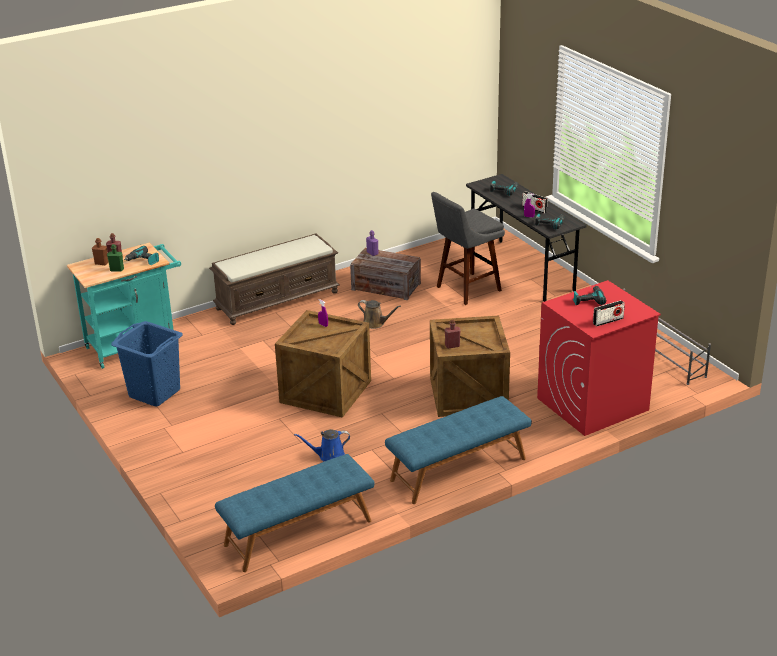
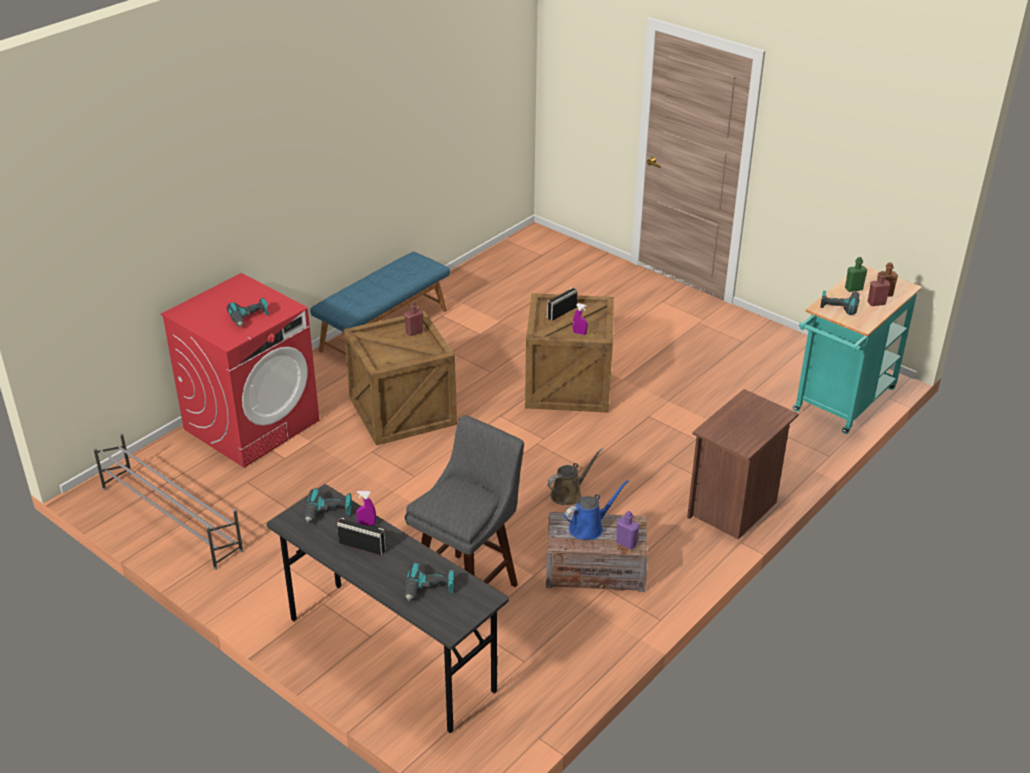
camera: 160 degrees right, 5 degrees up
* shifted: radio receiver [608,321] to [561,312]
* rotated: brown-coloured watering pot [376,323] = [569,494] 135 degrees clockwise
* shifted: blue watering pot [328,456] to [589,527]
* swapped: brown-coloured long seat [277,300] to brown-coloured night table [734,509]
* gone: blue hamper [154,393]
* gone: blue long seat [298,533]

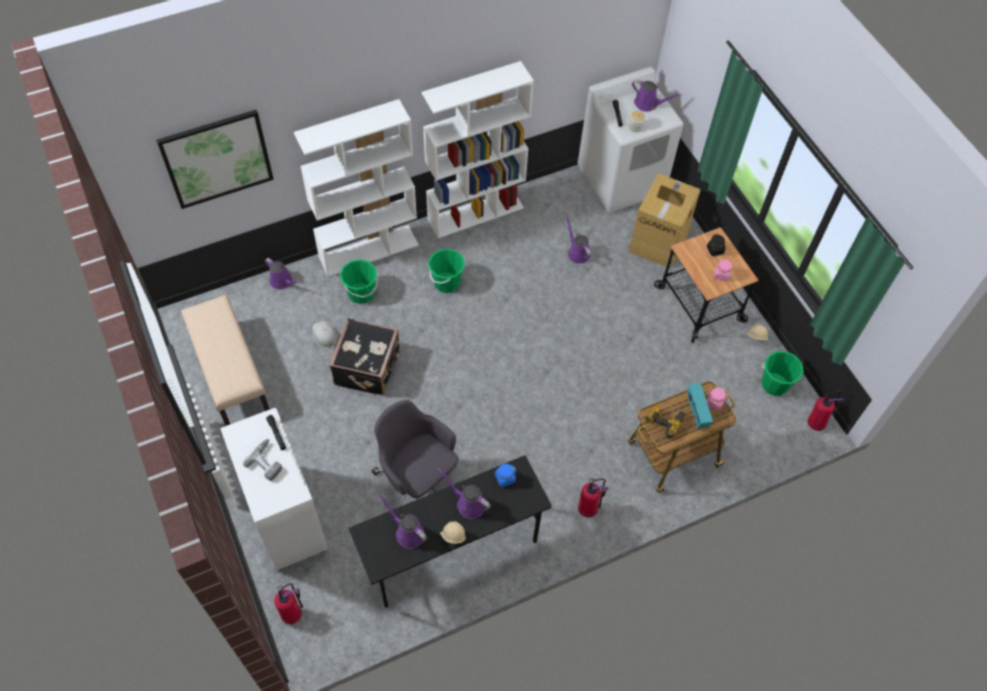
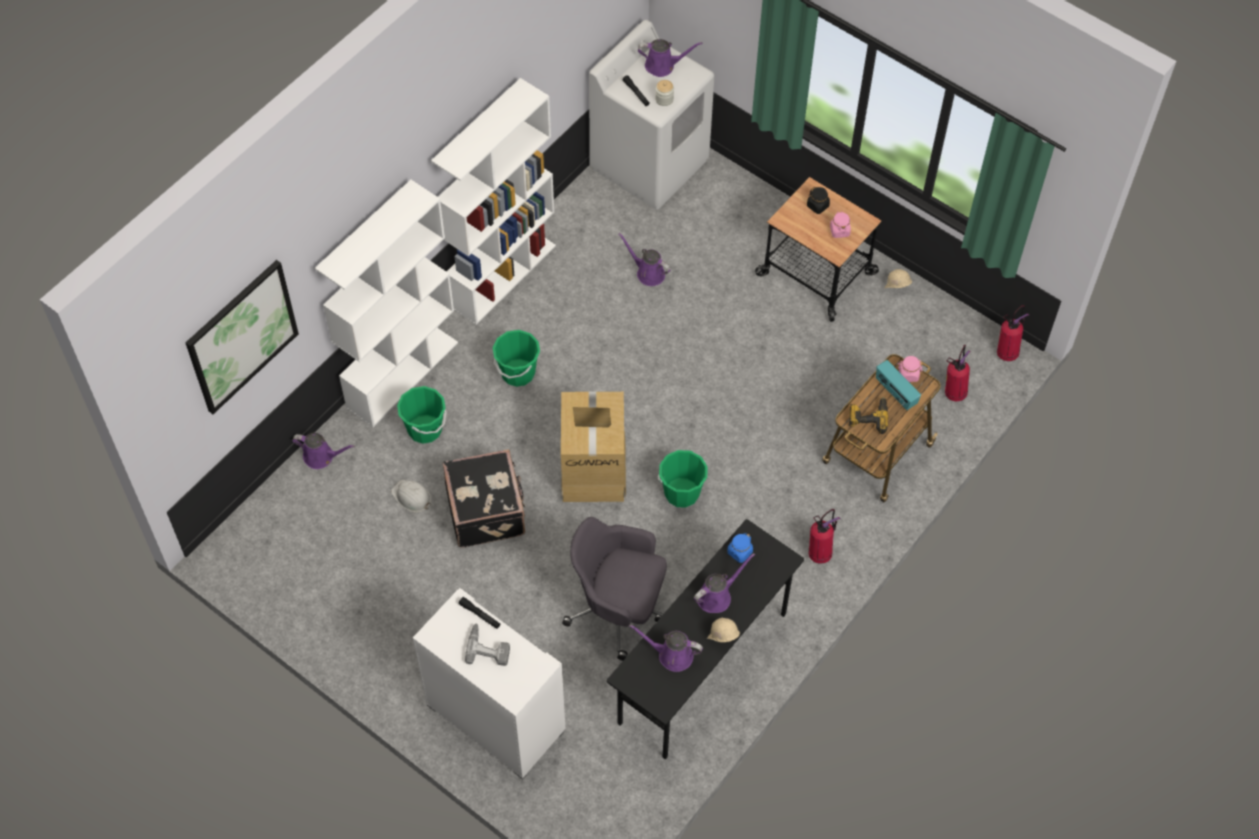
camera: 25 degrees left, 0 degrees up
* shifted: packing box [659,240] to [594,468]
* shifted: green-coloured pail [774,384] to [682,492]
* rotated: purplish watering pot [468,503] = [717,596] 135 degrees clockwise
* shifted: fire extinguisher [292,613] to [954,392]
* gone: sand-coloured long seat [230,373]

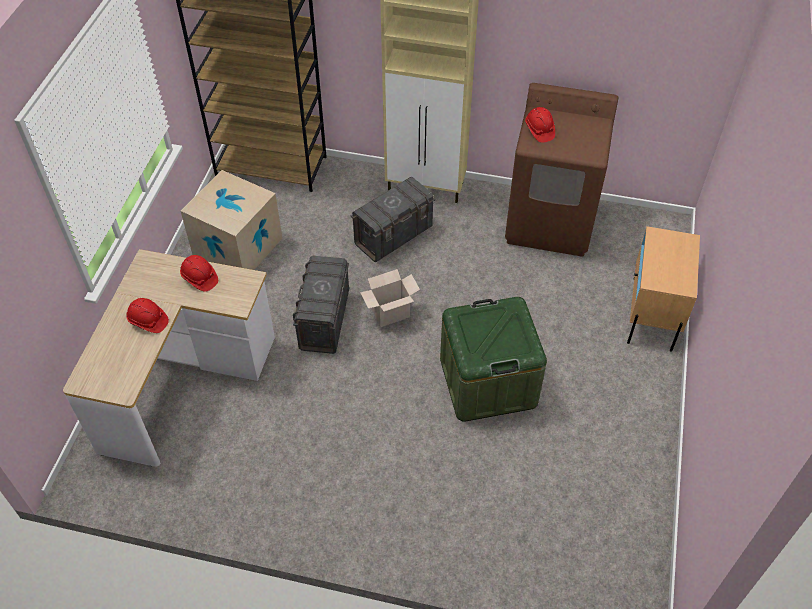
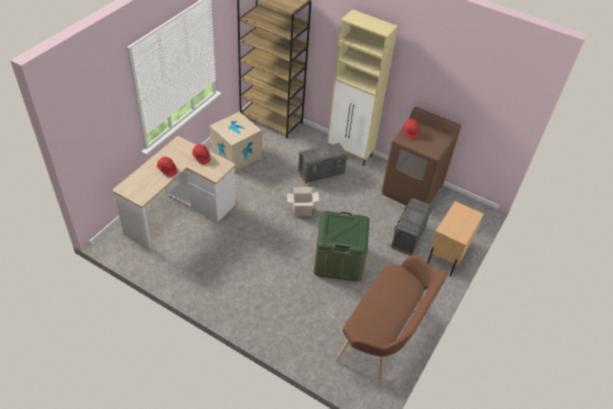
camera: 15 degrees right, 5 degrees down
* new: brown-coloured long seat [385,335]
* shifted: gray storage box [324,320] to [408,236]

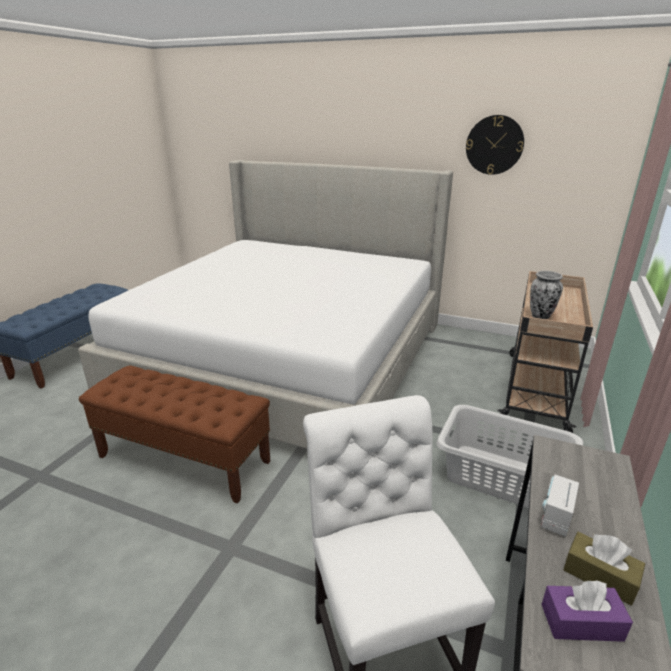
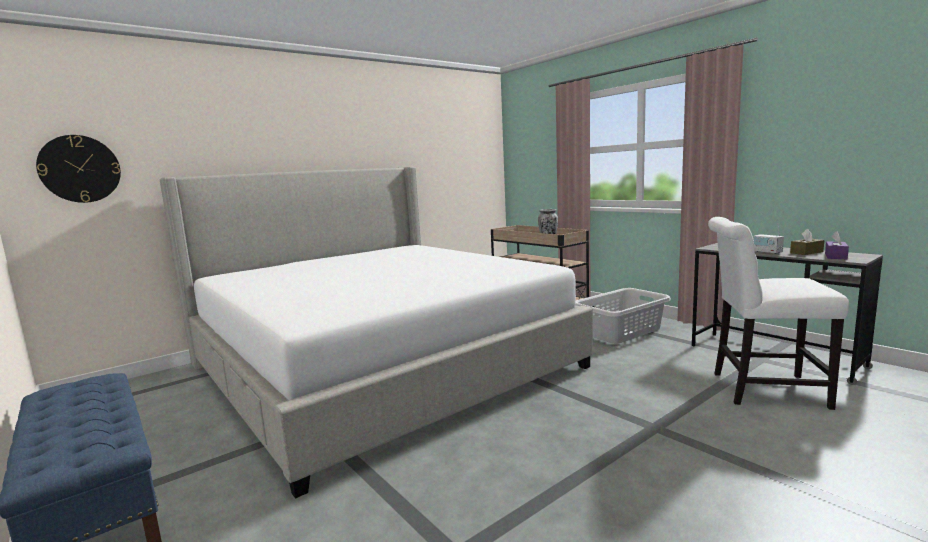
camera: 60 degrees left, 15 degrees down
* shifted: wall clock [494,145] to [80,169]
* gone: brown-coloured long seat [185,459]

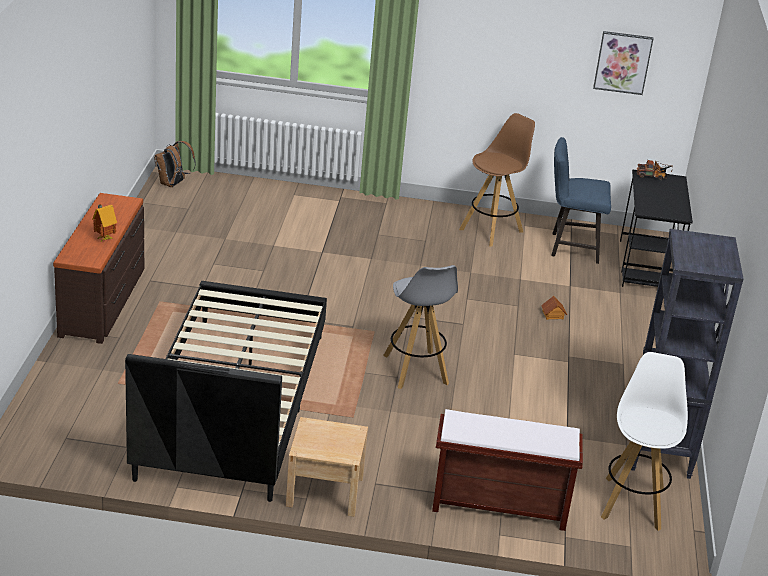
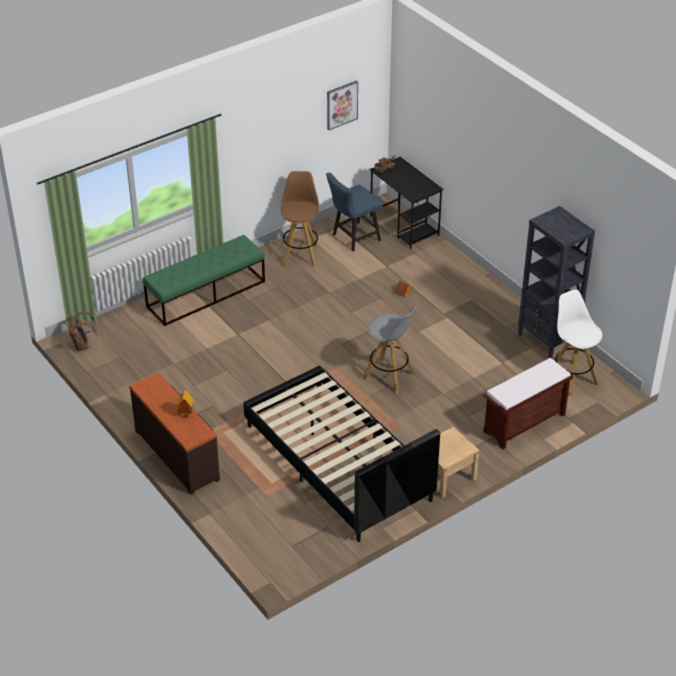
camera: 40 degrees left, 10 degrees up
* new: green-coloured long seat [206,294]

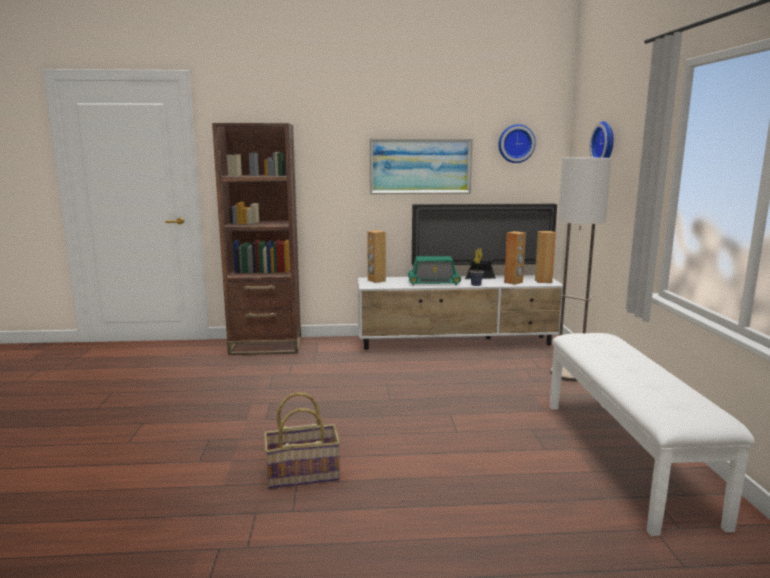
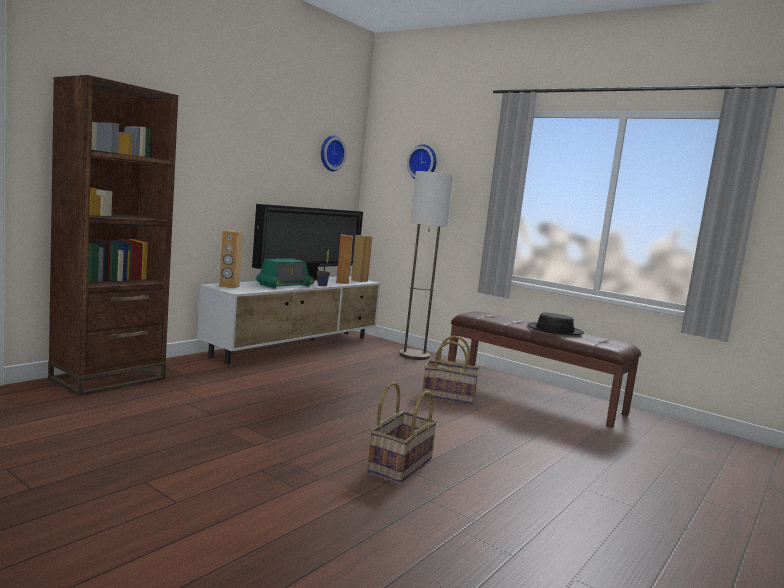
camera: 50 degrees left, 5 degrees down
* new: basket [449,396]
* repainted: whitish long seat [626,458] to brown-coloured long seat [533,395]
* new: black wearable hat [554,330]
* gone: picture [420,166]

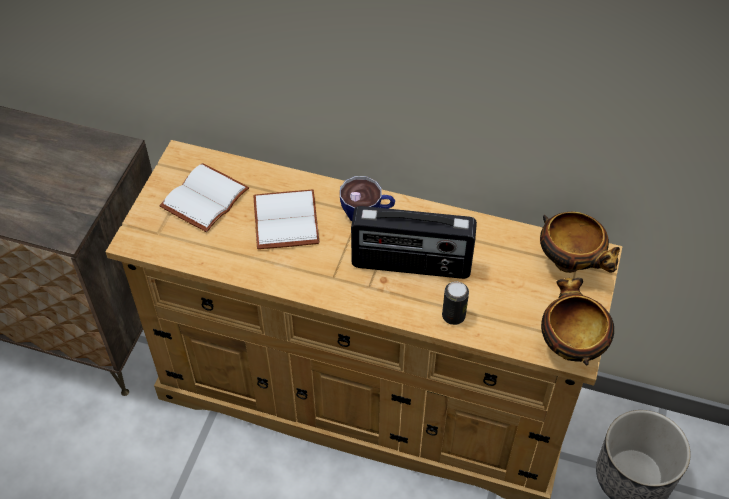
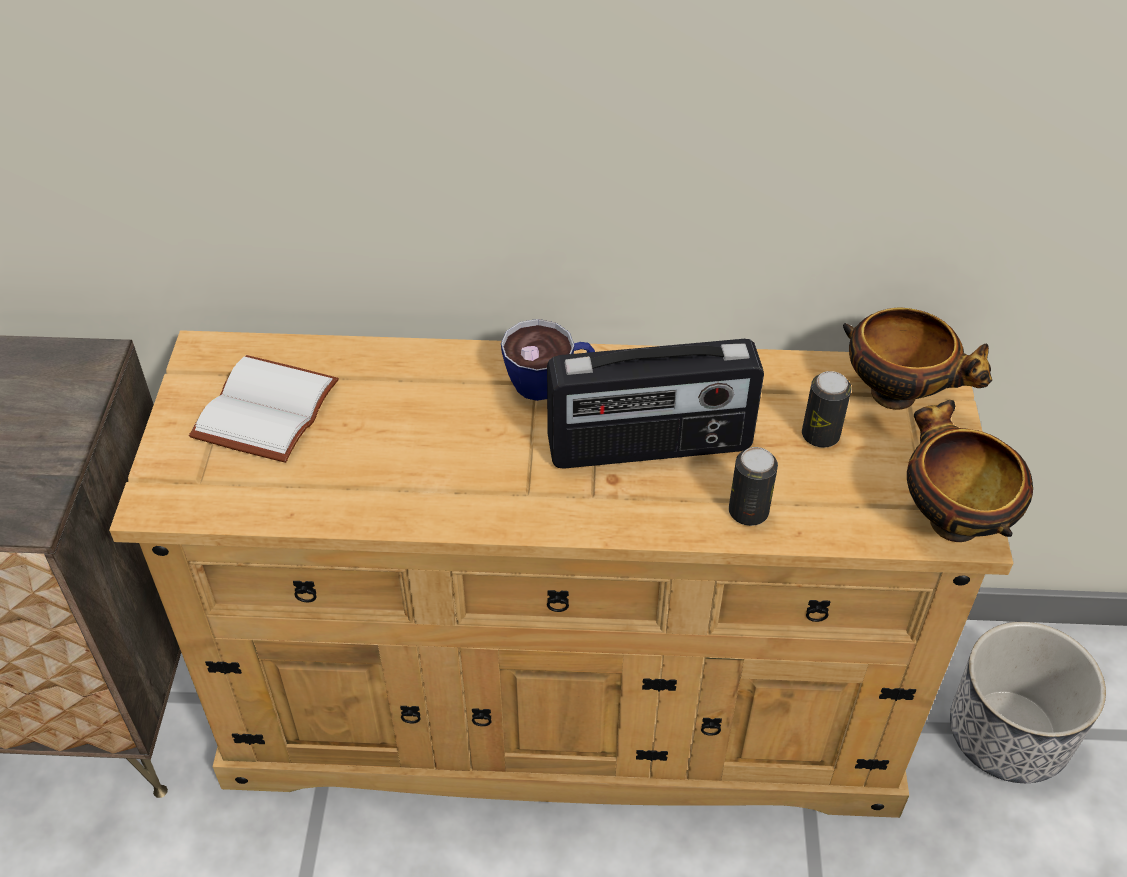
camera: 15 degrees left, 5 degrees down
* new: can [820,435]
* gone: whitish book [283,220]

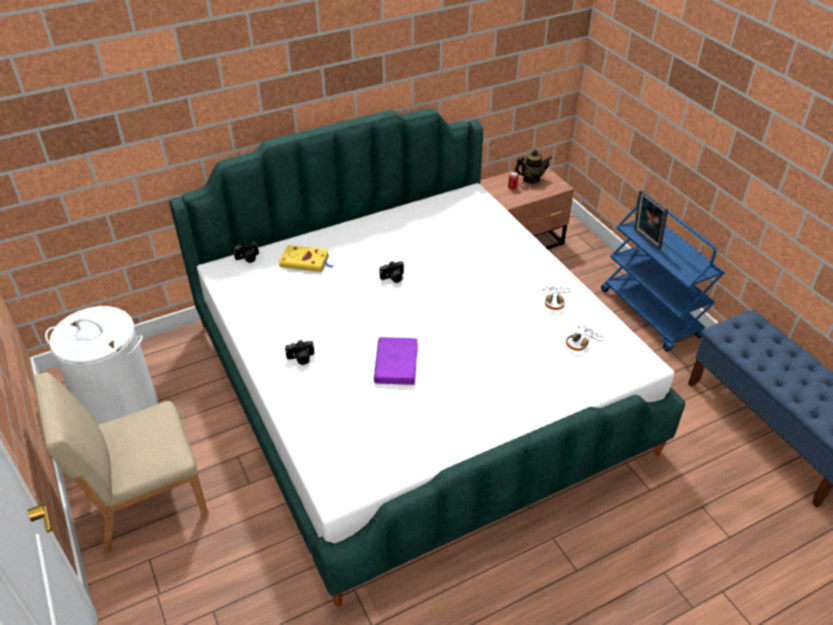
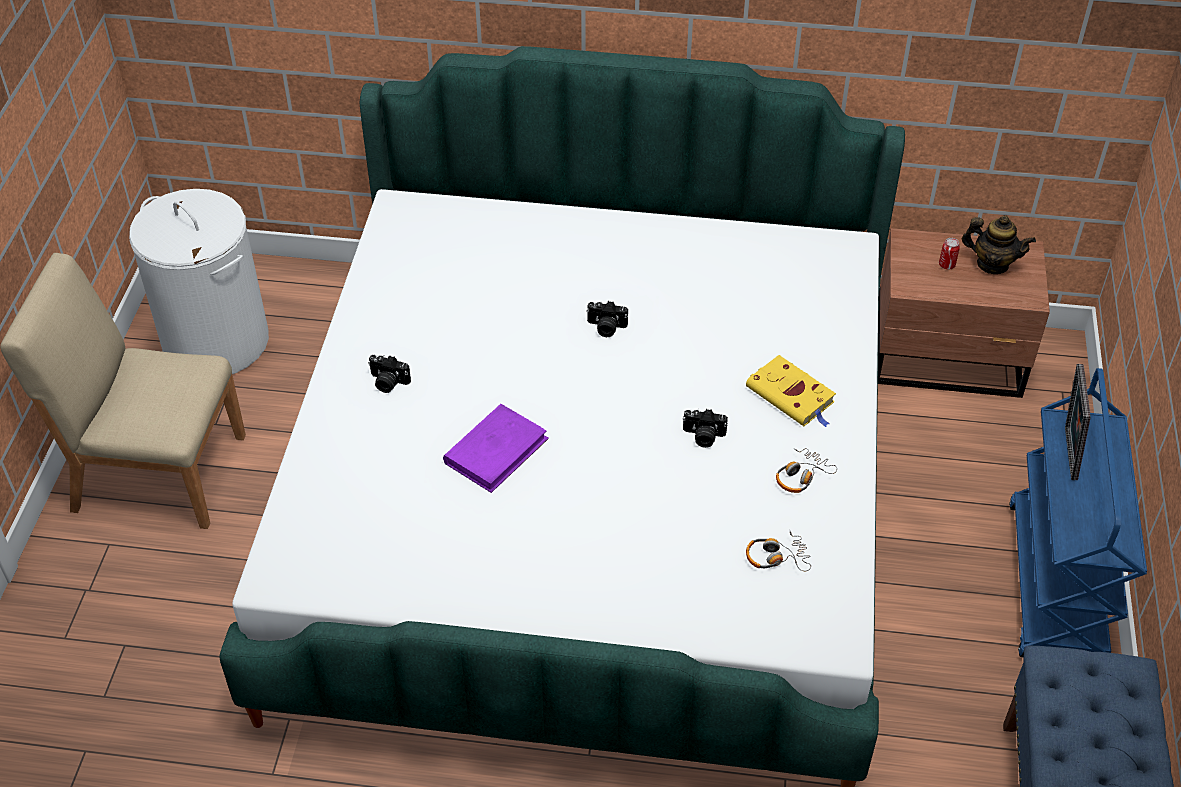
camera: 35 degrees right, 5 degrees up
* shifted: photo camera [248,258] to [703,436]
* shifted: yellow-coloured book [306,261] to [792,396]

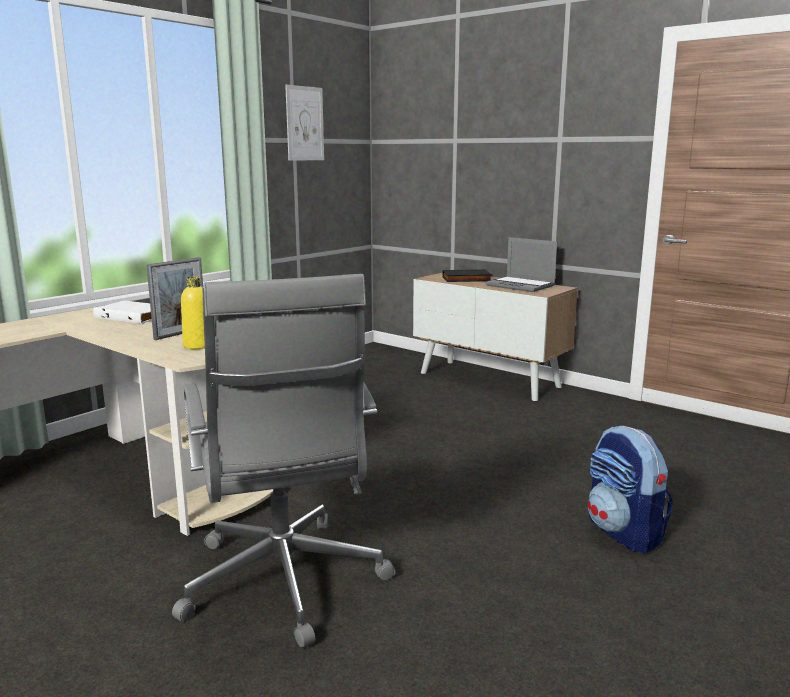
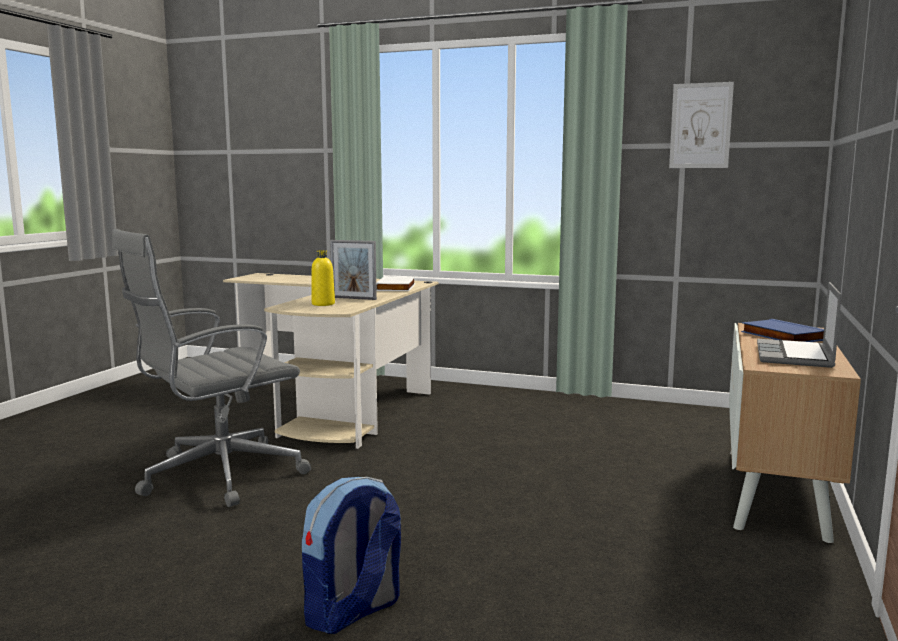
camera: 70 degrees right, 5 degrees down
* repainted: black book [466,279] to blue book [780,336]

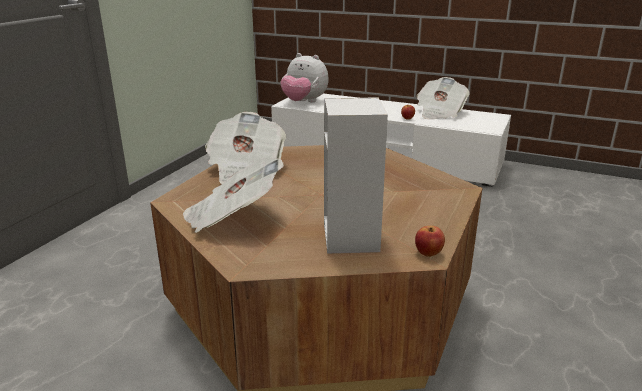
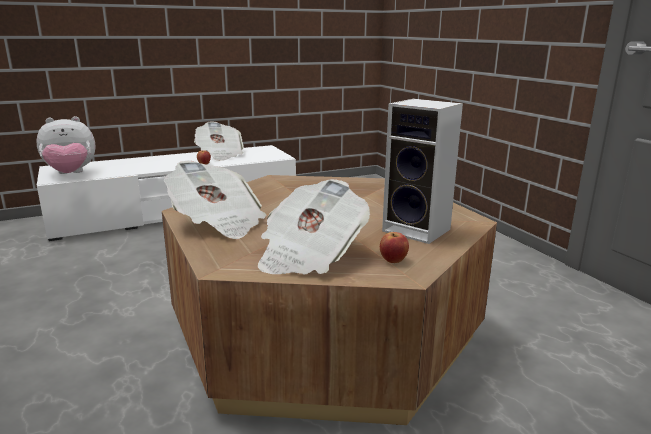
camera: 50 degrees left, 5 degrees down
* shifted: apple [428,253] to [393,260]

